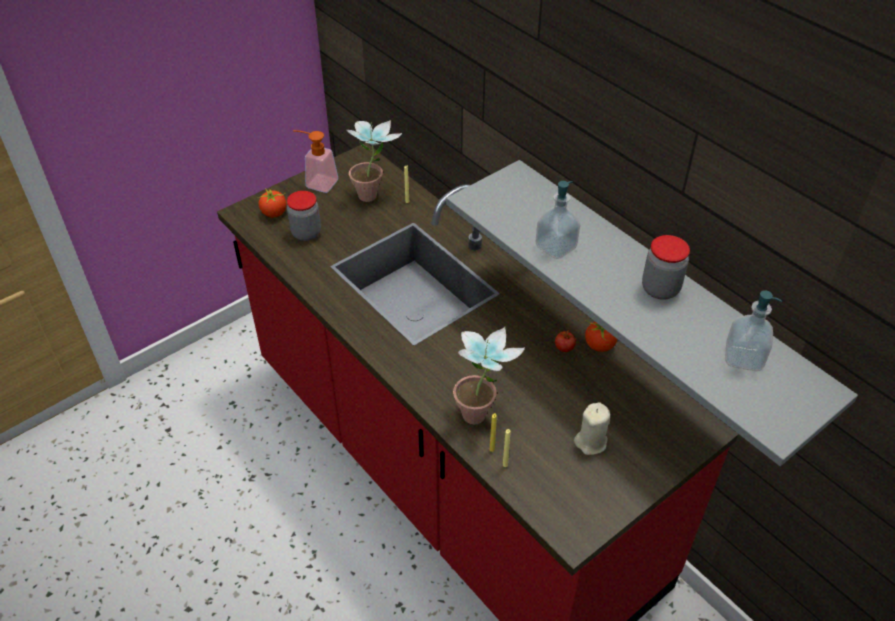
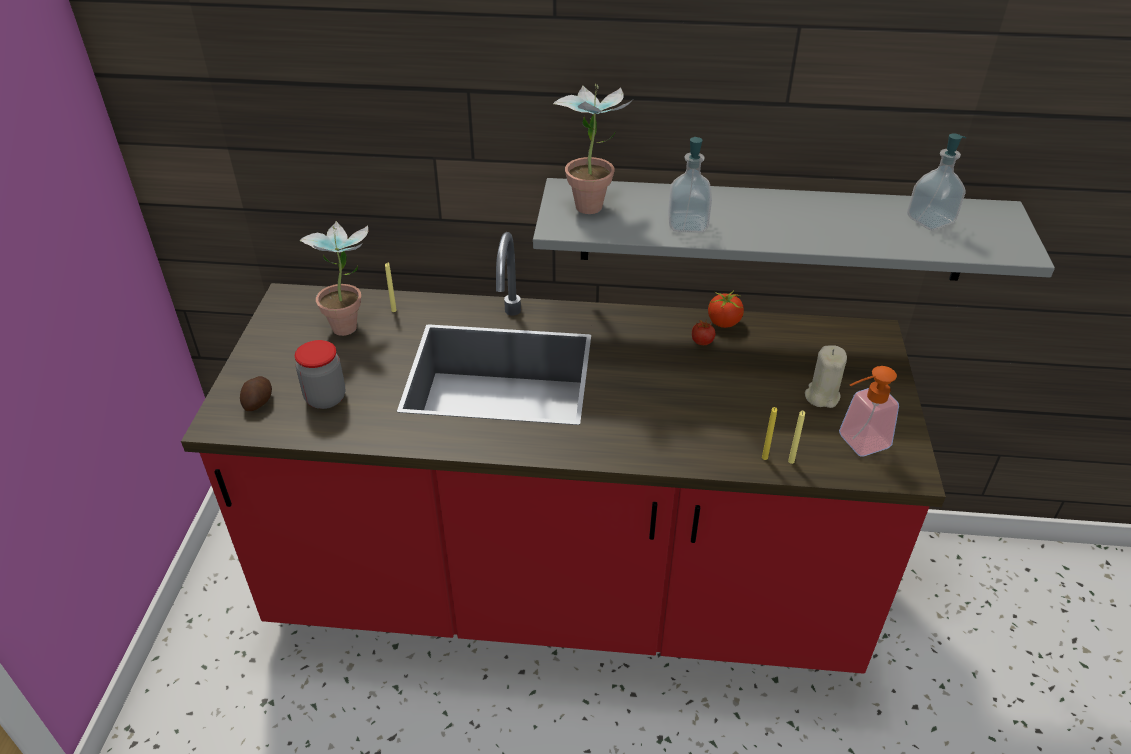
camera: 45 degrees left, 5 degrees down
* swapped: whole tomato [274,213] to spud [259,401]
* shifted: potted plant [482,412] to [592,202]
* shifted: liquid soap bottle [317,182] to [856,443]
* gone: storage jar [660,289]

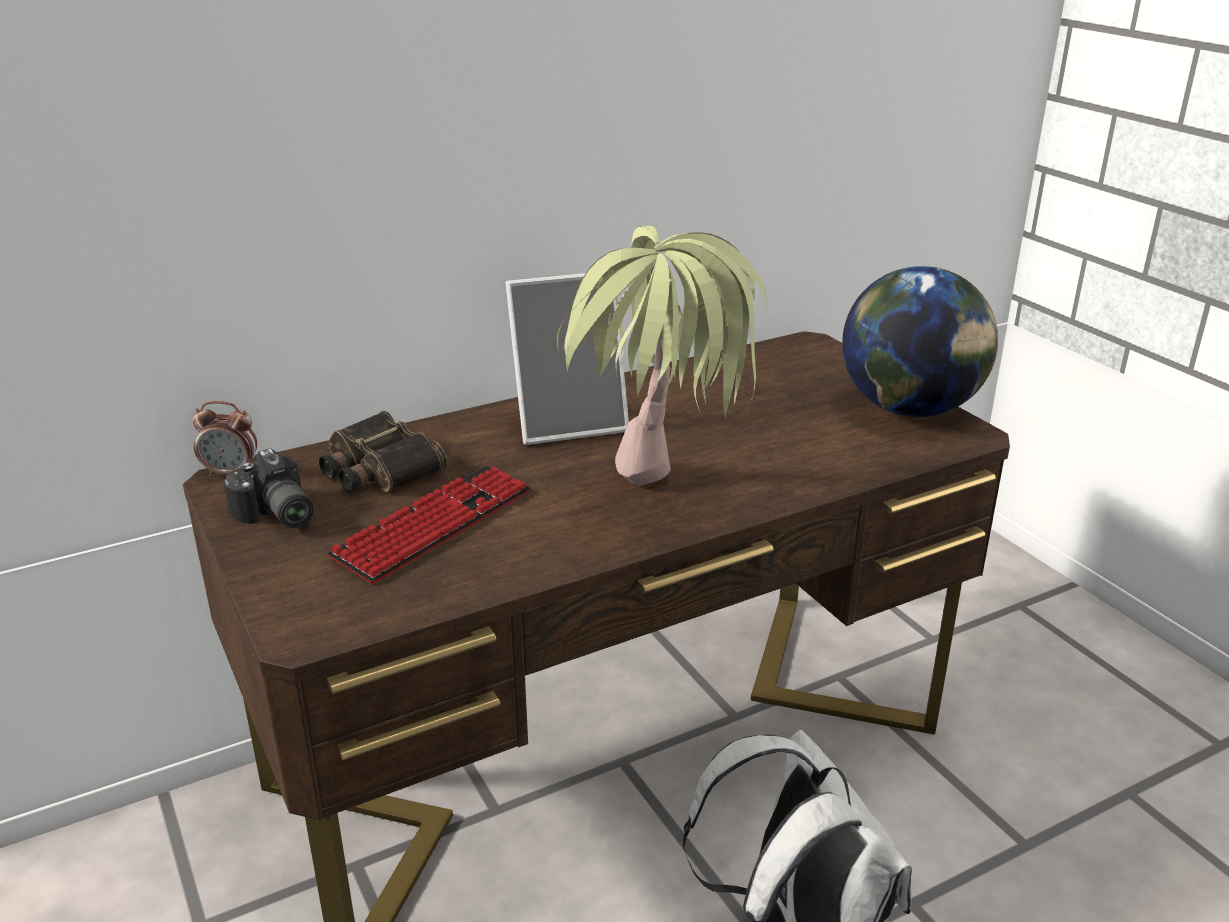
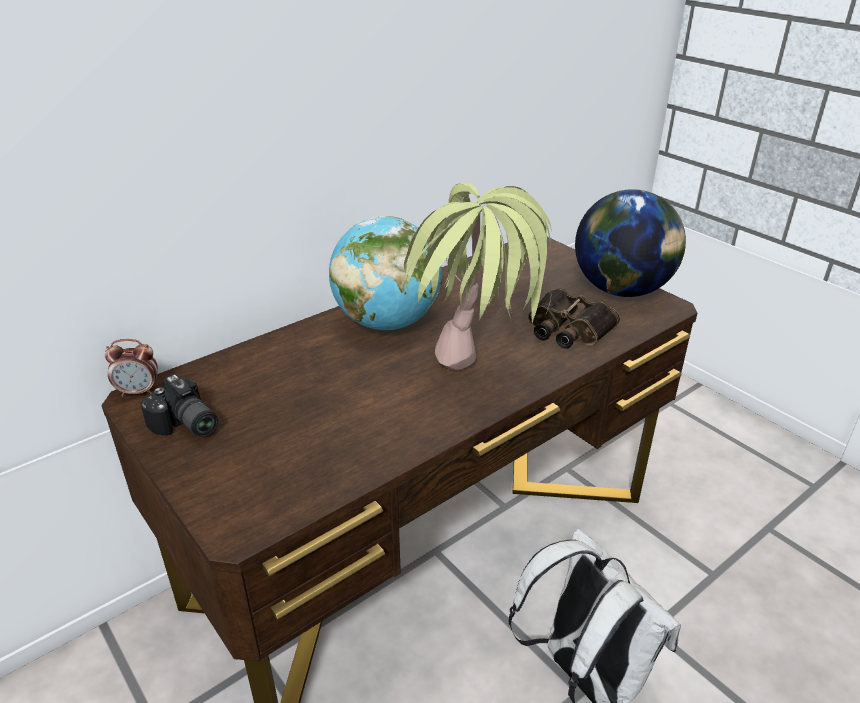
camera: 10 degrees left, 5 degrees up
* swapped: photo frame [569,422] to globe [387,322]
* shifted: binoculars [378,468] to [567,329]
* gone: computer keyboard [434,525]

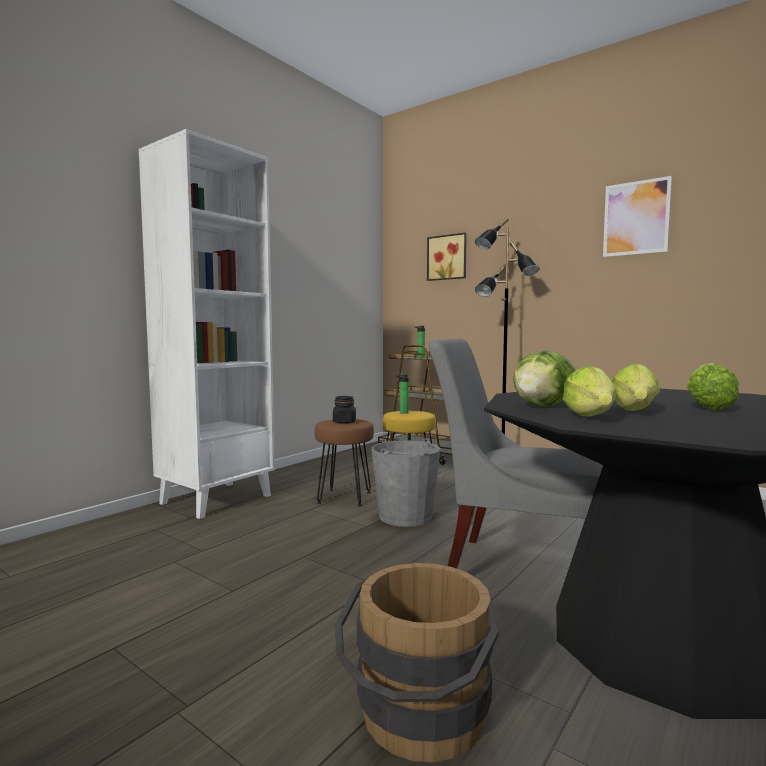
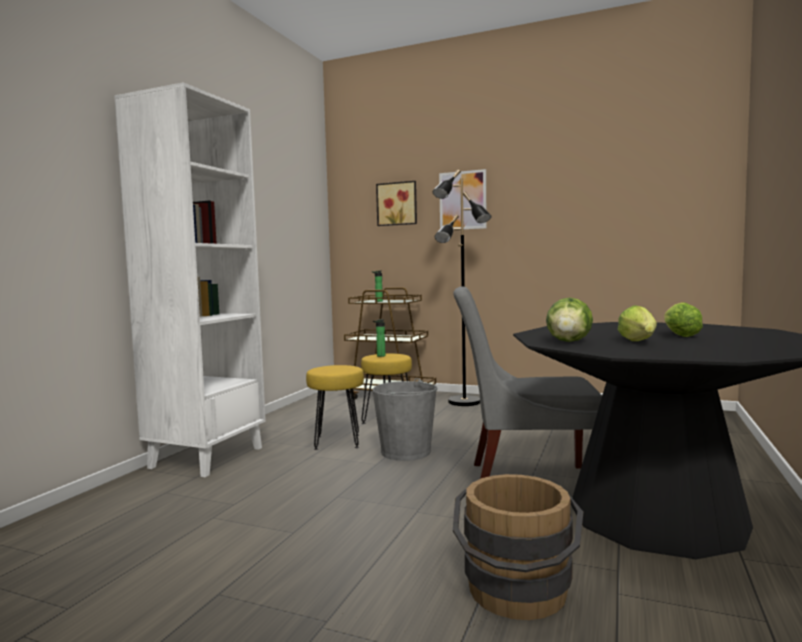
camera: 15 degrees left, 0 degrees up
* repainted: brown-coloured sitting stool [345,497] to yellow-coloured sitting stool [338,441]
* shifted: picture [636,218] to [462,200]
* gone: black storage jar [344,422]
* gone: lettuce head [592,418]

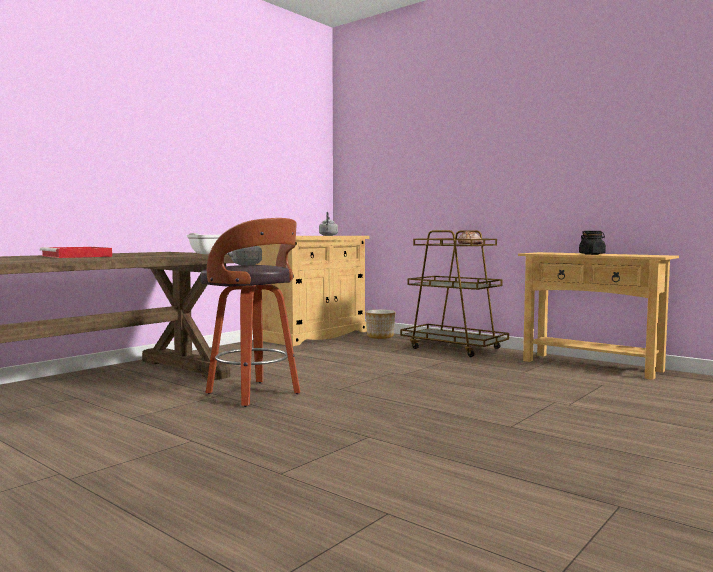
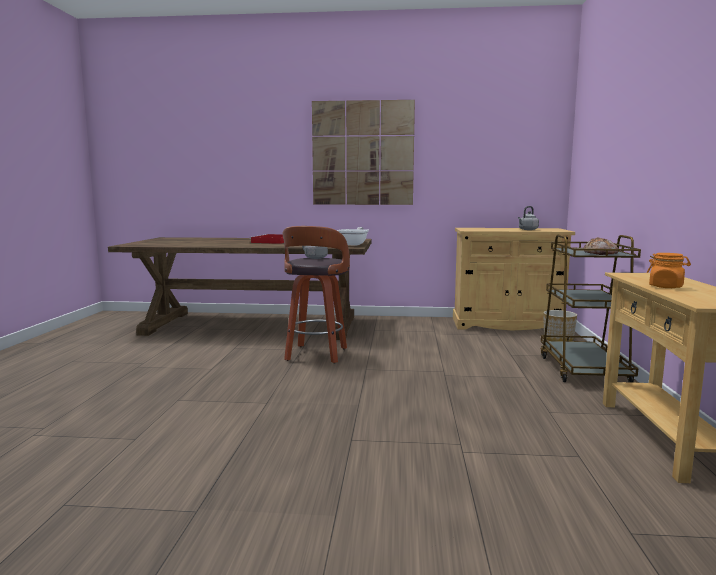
camera: 55 degrees right, 5 degrees up
* new: picture [362,153]
* repainted: black storage jar [592,254] to orangey storage jar [666,286]

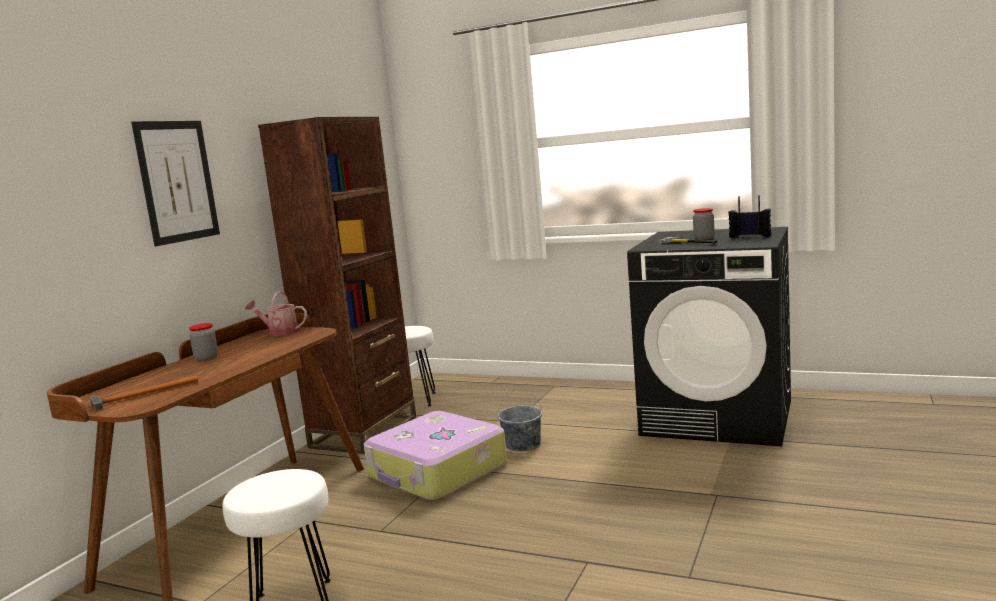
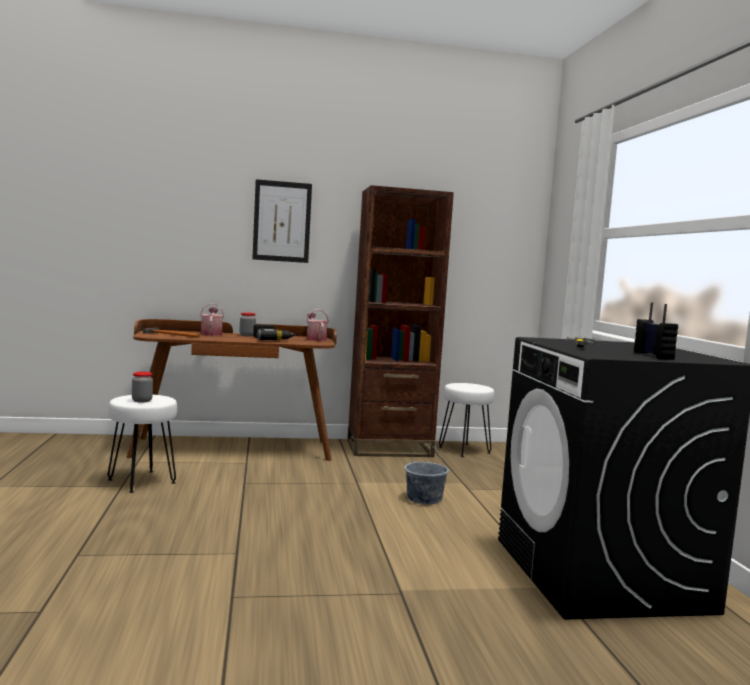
camera: 55 degrees right, 5 degrees down
* shifted: storage jar [704,238] to [142,401]
* new: watering pot [211,334]
* new: drill [272,339]
* gone: travel case [437,472]

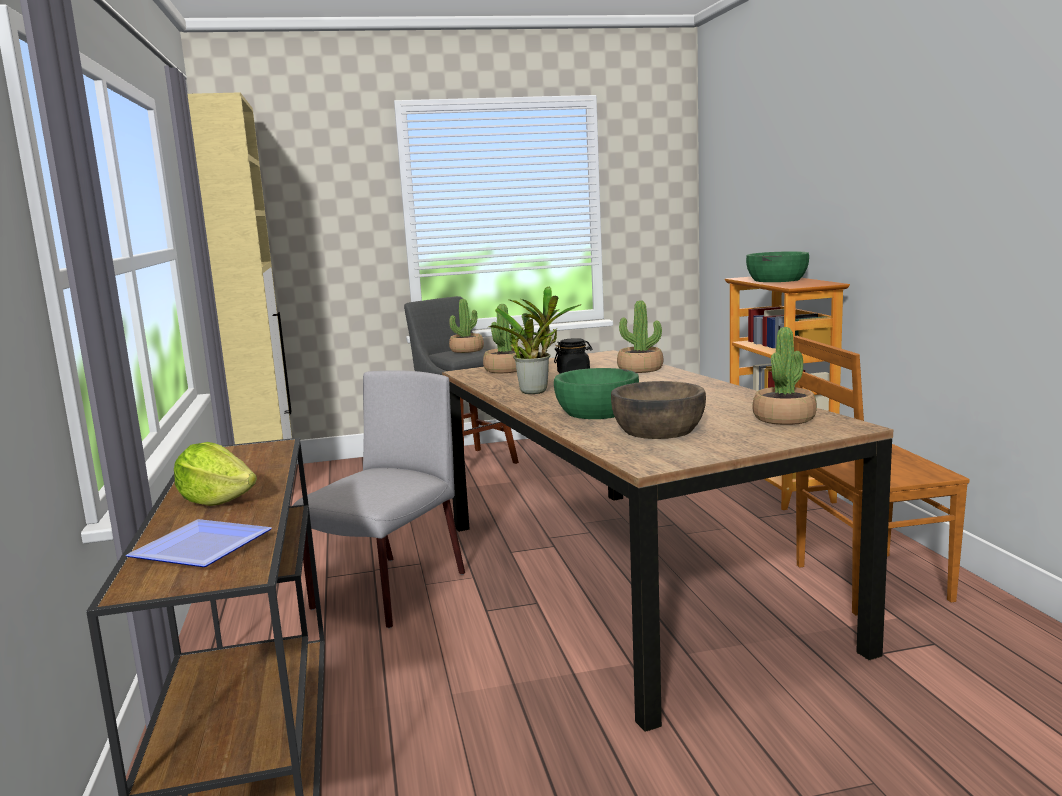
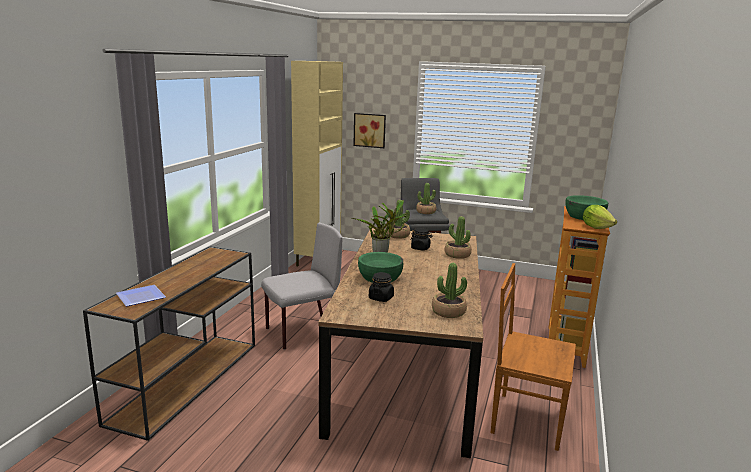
camera: 30 degrees right, 5 degrees up
* new: picture [370,130]
* swapped: brown-coloured serving bowl [658,430] to black storage jar [381,298]
* shifted: lettuce head [217,501] to [596,227]

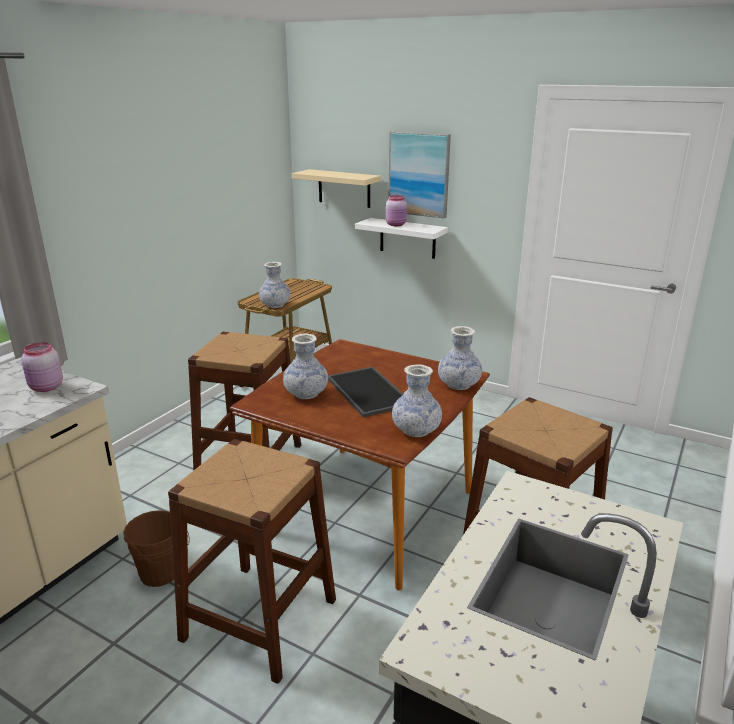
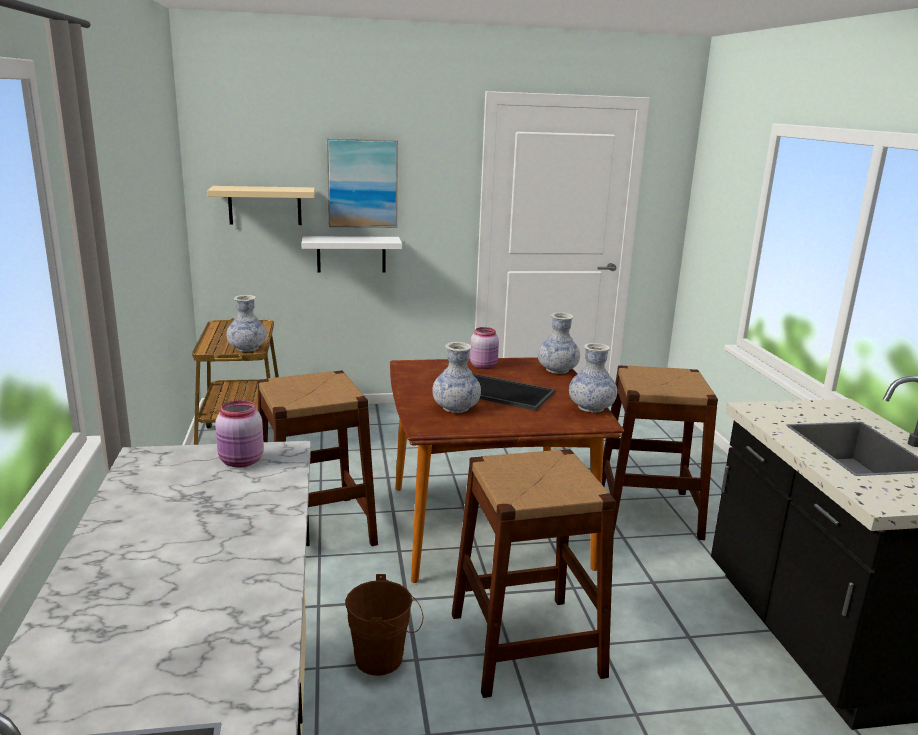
camera: 40 degrees left, 5 degrees down
* shifted: pink-coloured storage jar [396,225] to [484,366]

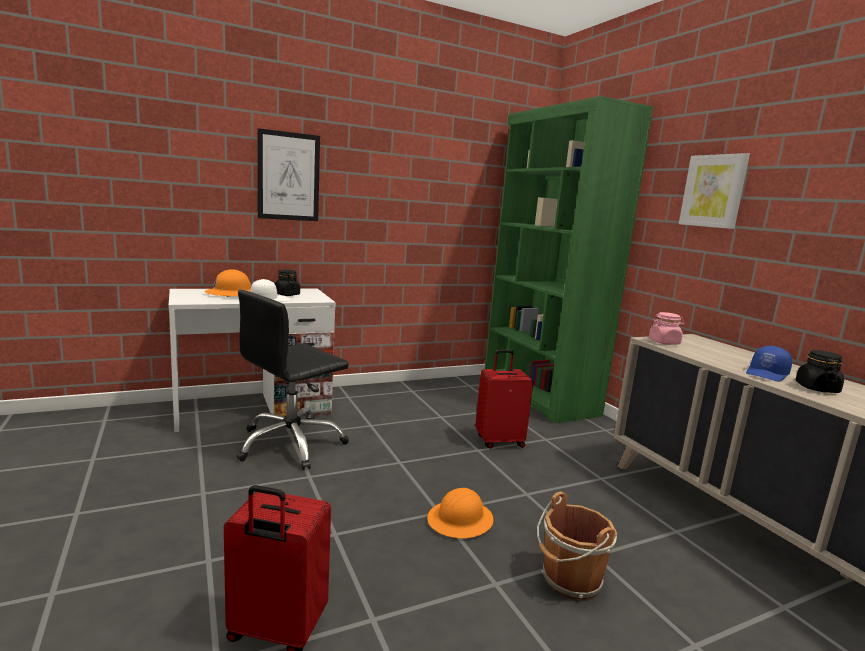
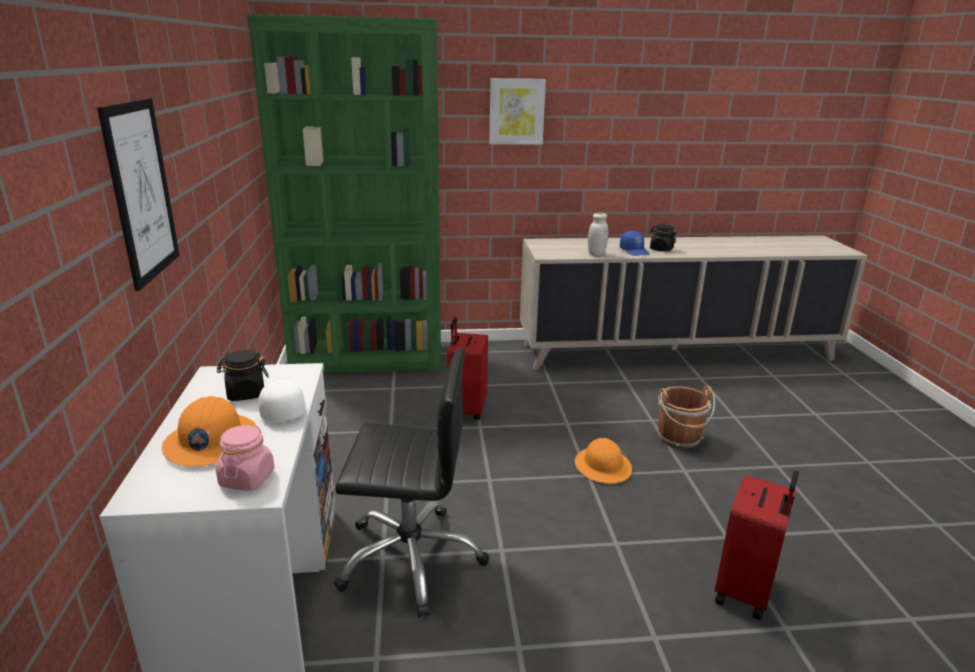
camera: 70 degrees left, 10 degrees up
* shifted: pink-coloured storage jar [664,342] to [247,478]
* rotated: black desk chair [291,444] = [411,558] 60 degrees counterclockwise
* new: whitish storage jar [596,254]

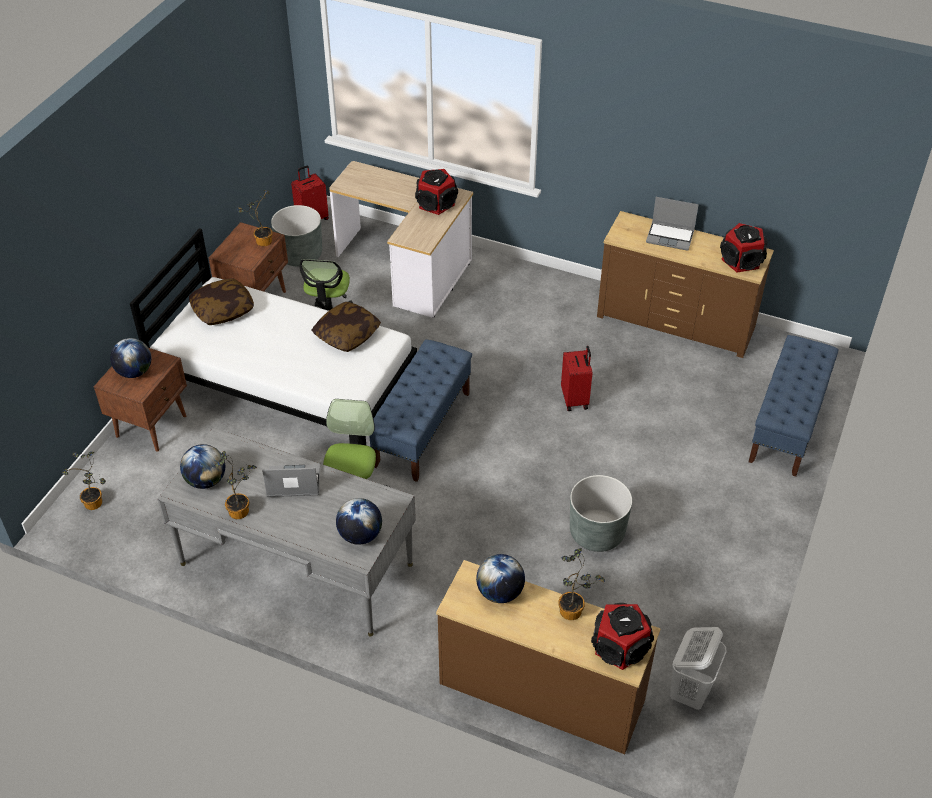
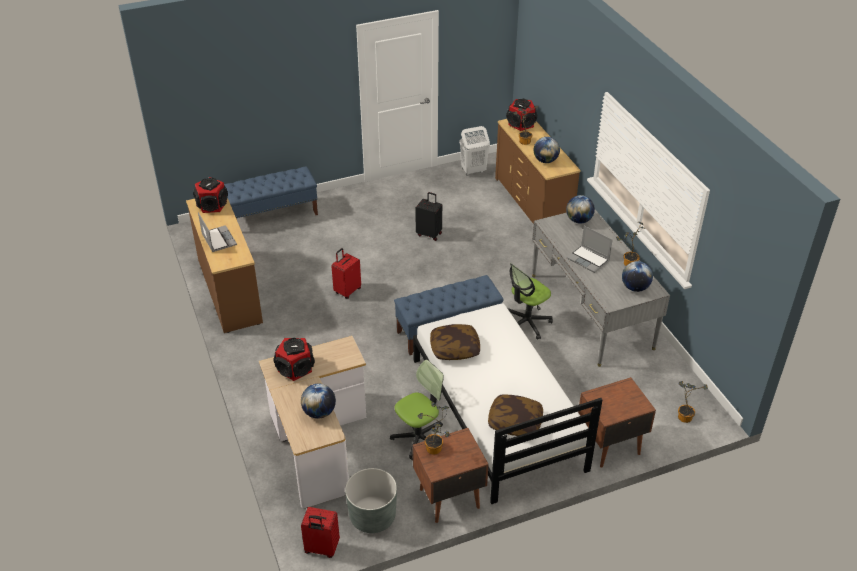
camera: 135 degrees left, 5 degrees down
* shifted: globe [134,372] to [319,412]
* swapped: gray planter [597,533] to black travel case [429,234]

